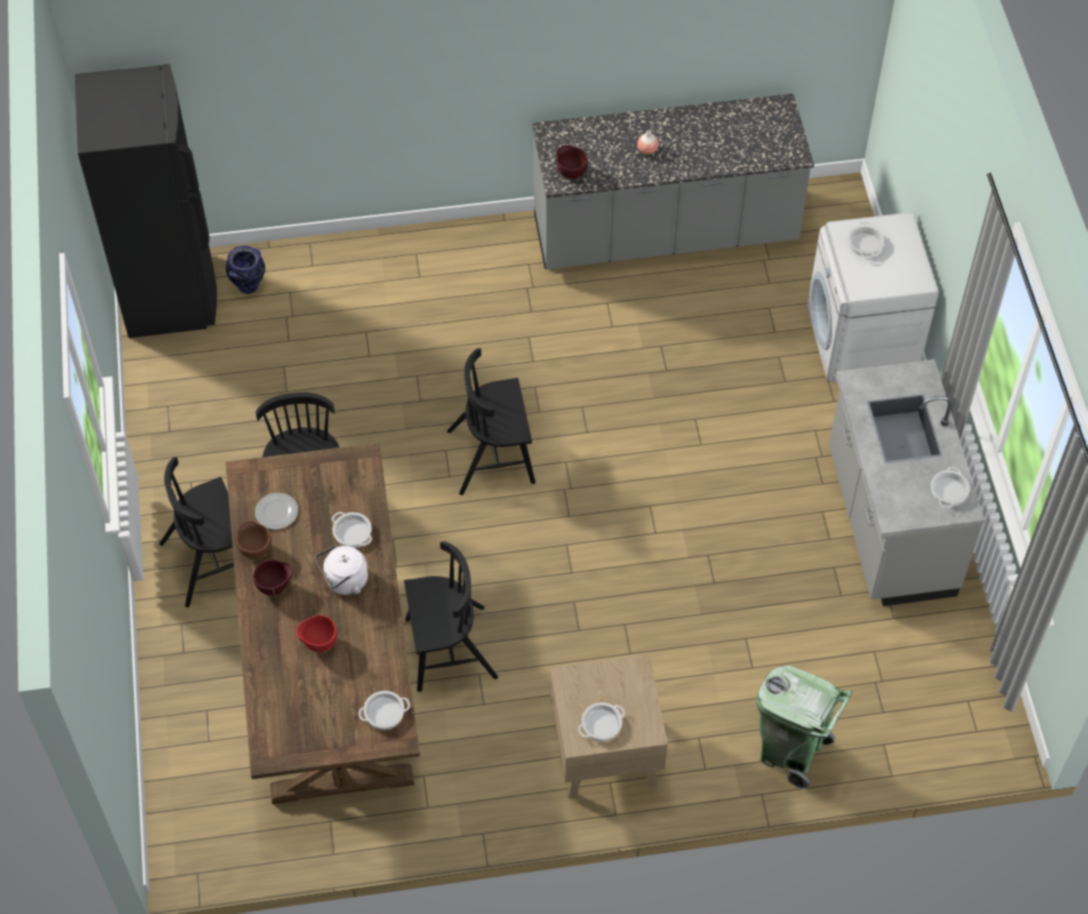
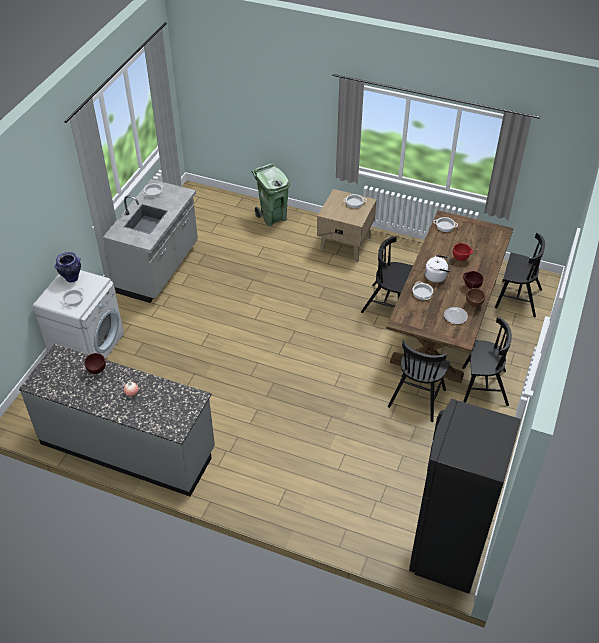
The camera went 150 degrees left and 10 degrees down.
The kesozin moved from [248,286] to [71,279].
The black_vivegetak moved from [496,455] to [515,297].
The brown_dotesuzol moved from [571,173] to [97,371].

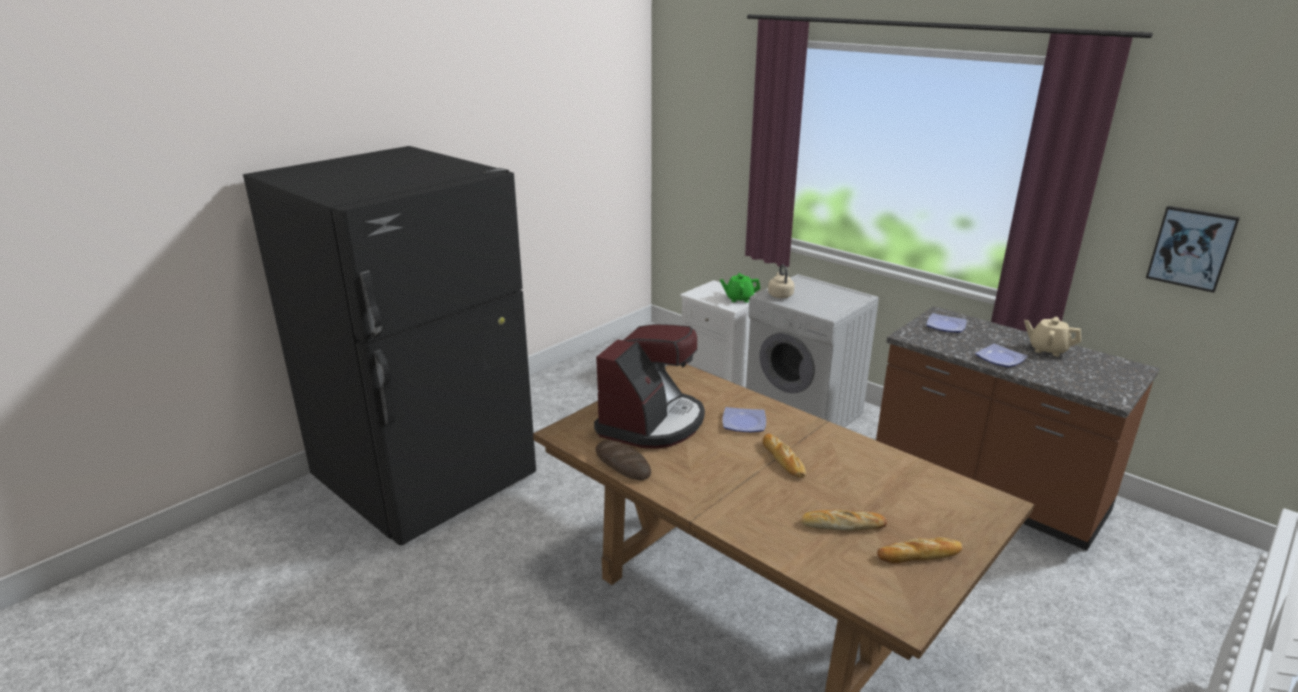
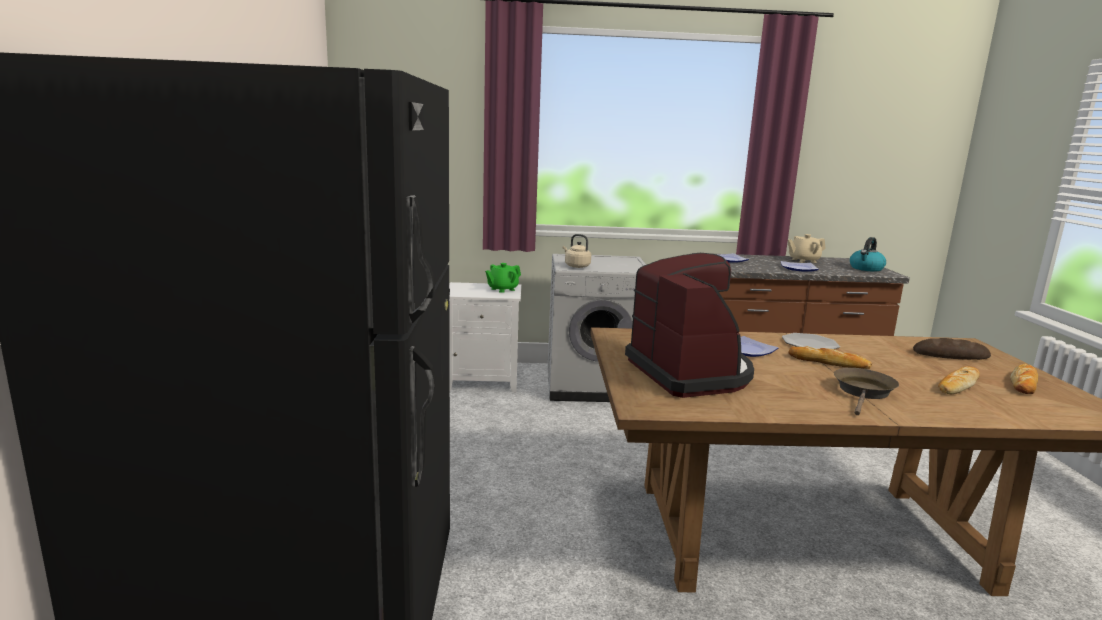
The camera went 45 degrees left and 10 degrees down.
The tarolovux at [1191,248] disappeared.
The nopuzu at [810,344] appeared.
The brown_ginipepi at [863,392] appeared.
The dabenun at [866,268] appeared.
The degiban moved from [622,464] to [950,355].

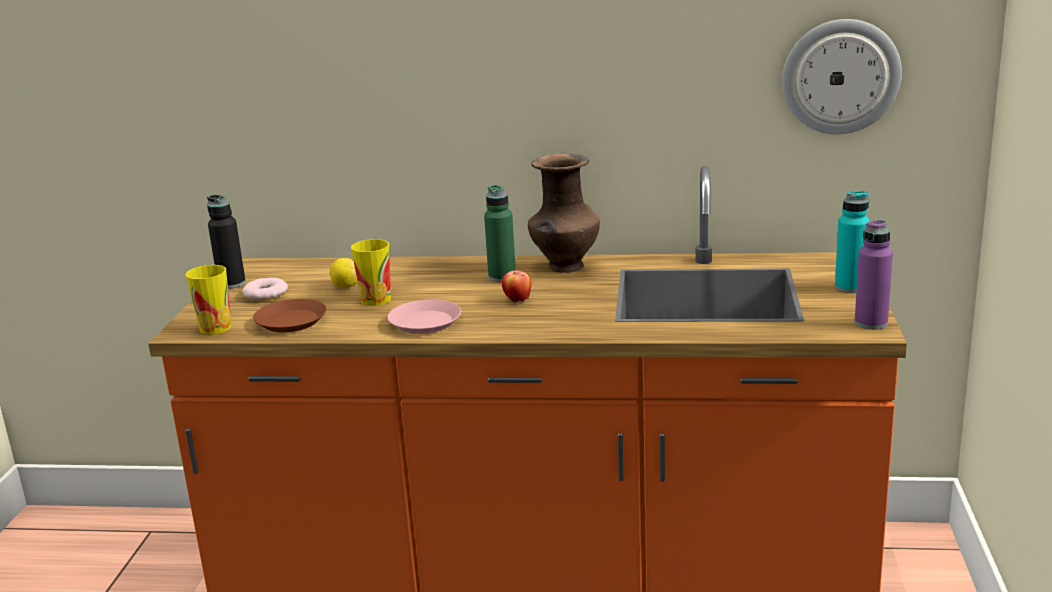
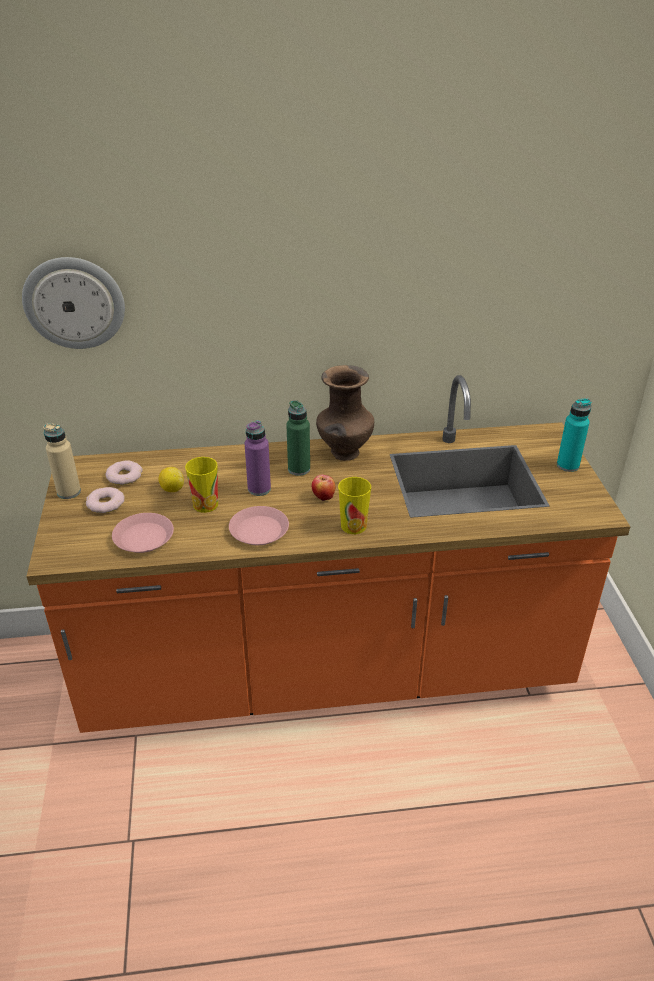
The camera went 15 degrees left and 15 degrees up.
The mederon at [124,476] appeared.
The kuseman moved from [215,328] to [353,526].
The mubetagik moved from [840,76] to [74,303].
The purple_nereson moved from [871,323] to [259,489].
The black_nereson at [232,284] became the beige_nereson at [69,492].
The brown_nopuzu at [290,321] became the pink_nopuzu at [143,537].

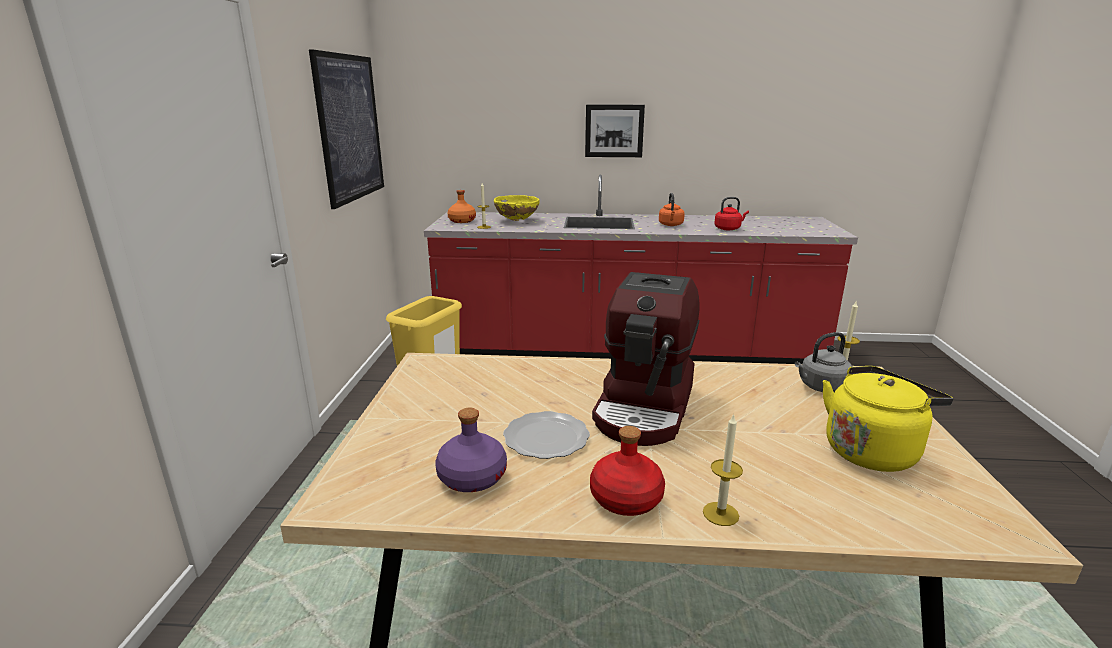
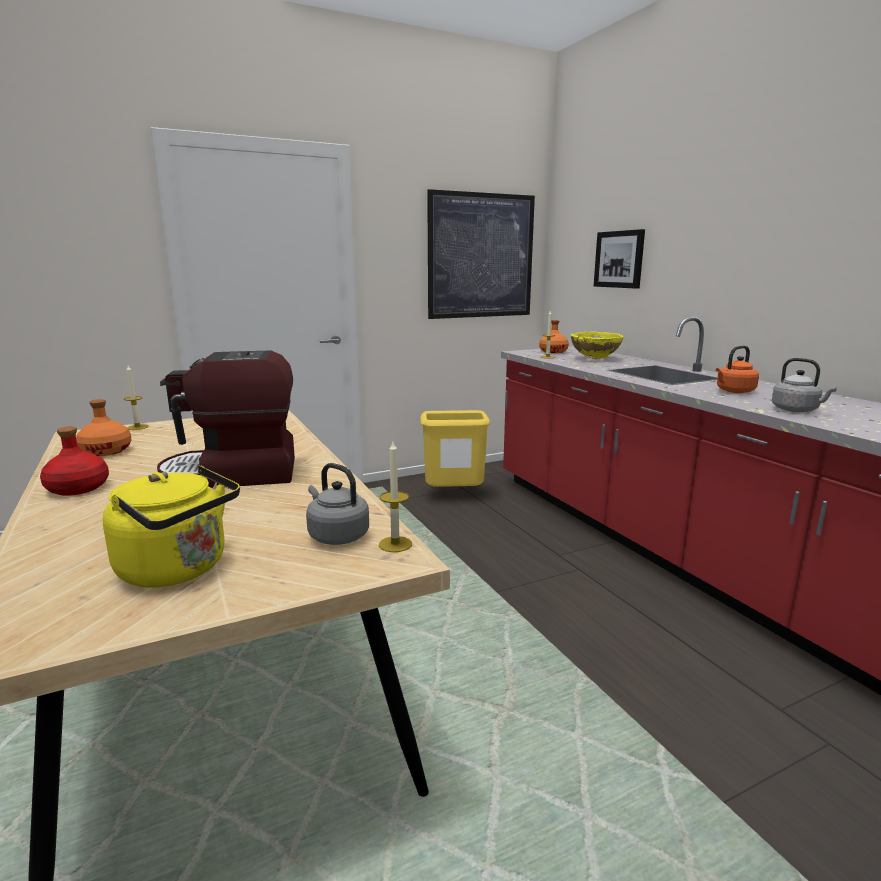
The camera went 60 degrees right and 5 degrees down.
The nopuzu at [547,438] disappeared.
The tarolovux moved from [614,131] to [619,259].
The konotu moved from [720,514] to [137,427].
The purple_nereson at [471,477] became the orange_nereson at [106,451].
The red_dabenun at [728,229] became the grey_dabenun at [797,410].

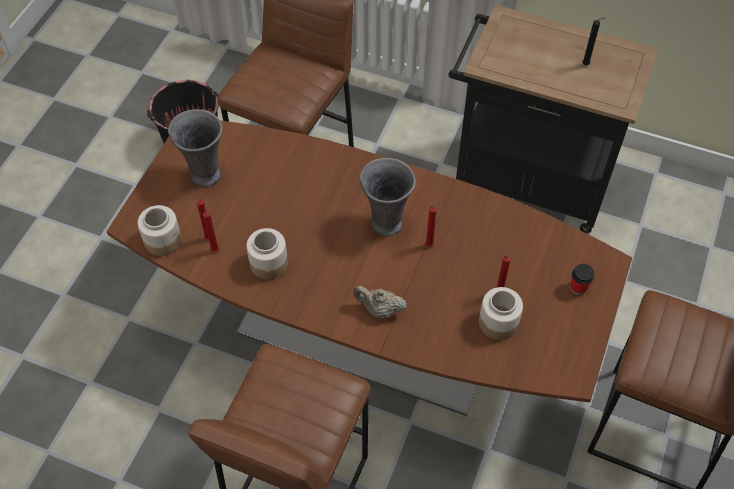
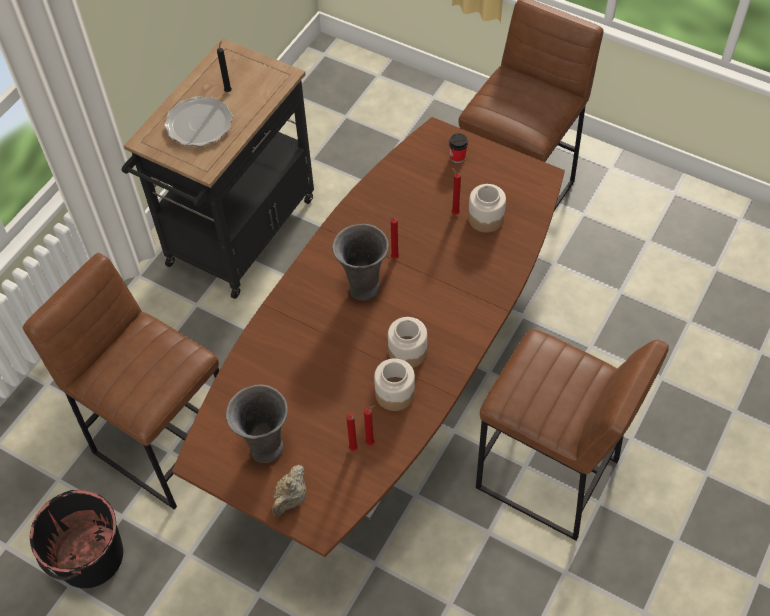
The camera went 80 degrees left and 0 degrees up.
The nopuzu at [199,124] appeared.
The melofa moved from [163,240] to [407,351].
The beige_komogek moved from [379,310] to [290,499].

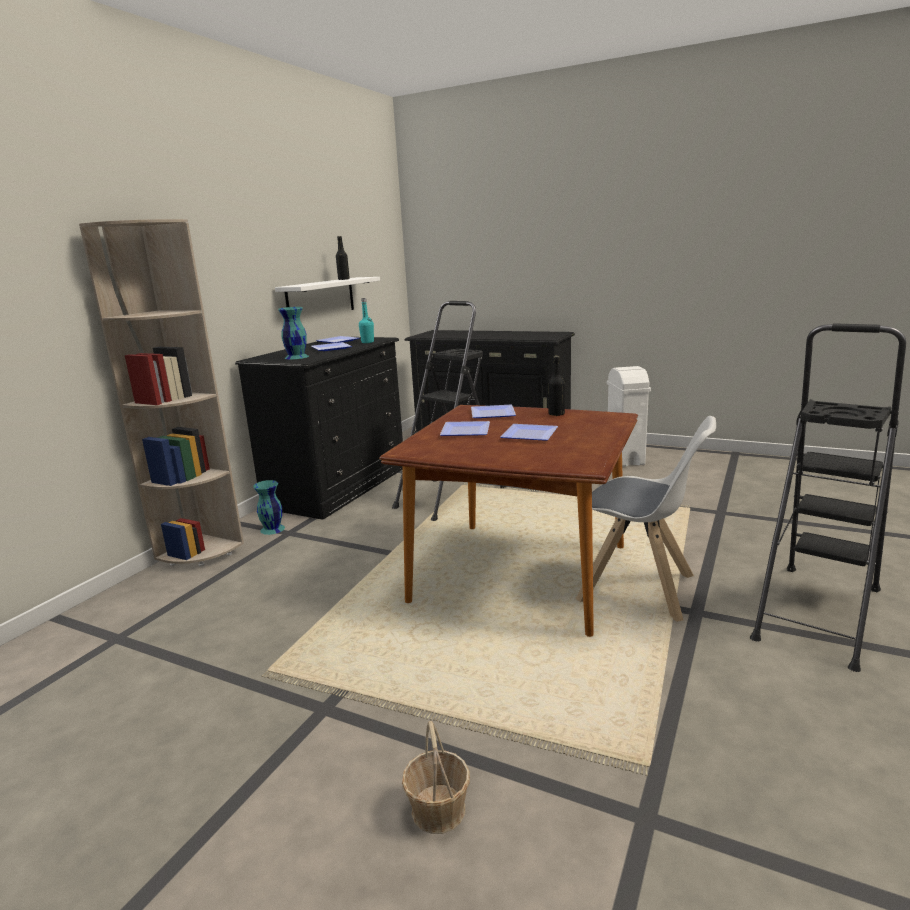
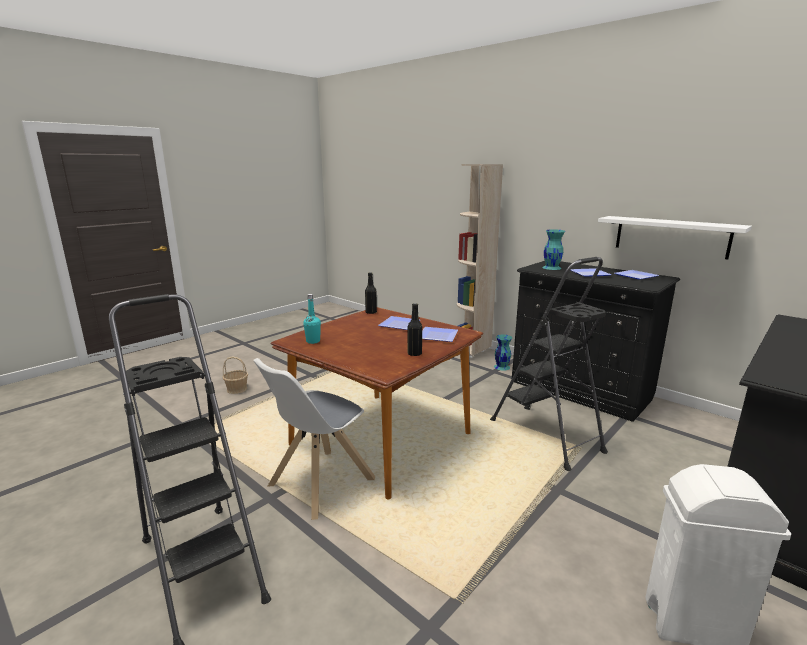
The camera went 105 degrees right and 0 degrees up.
The nopuzu at [531,434] disappeared.
The black_nereson moved from [344,279] to [371,312].
The turquoise_nereson moved from [367,342] to [313,341].

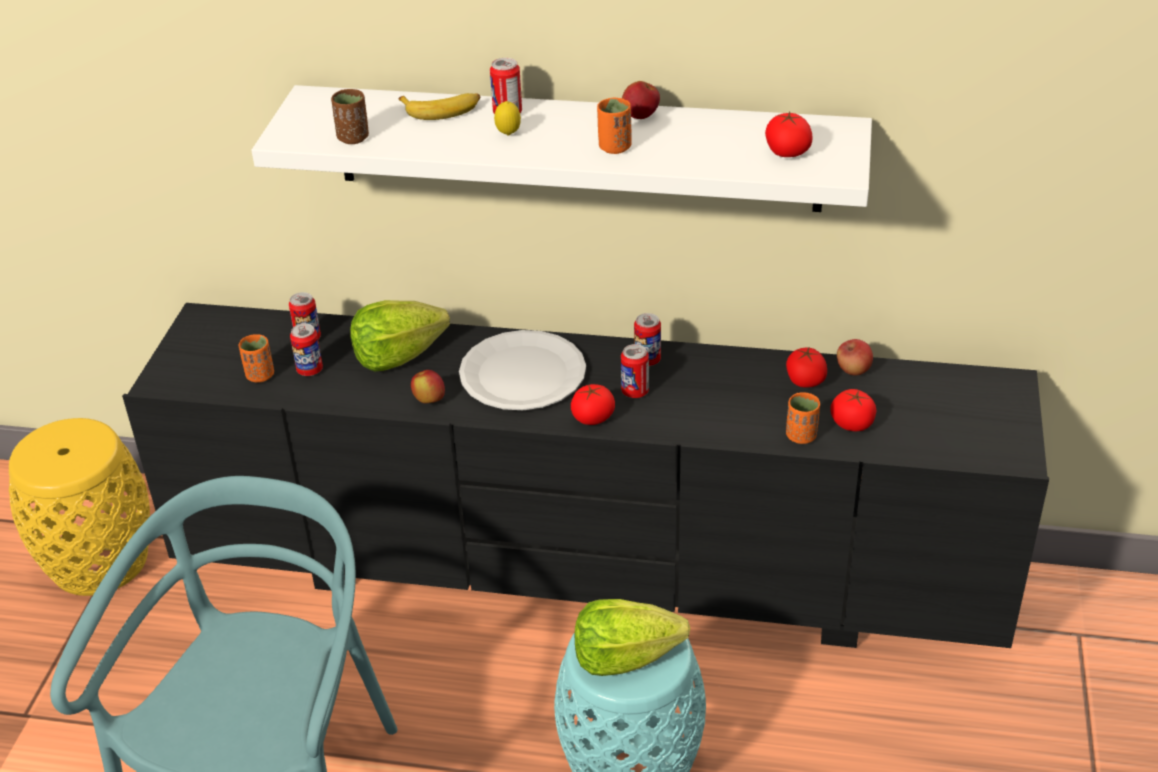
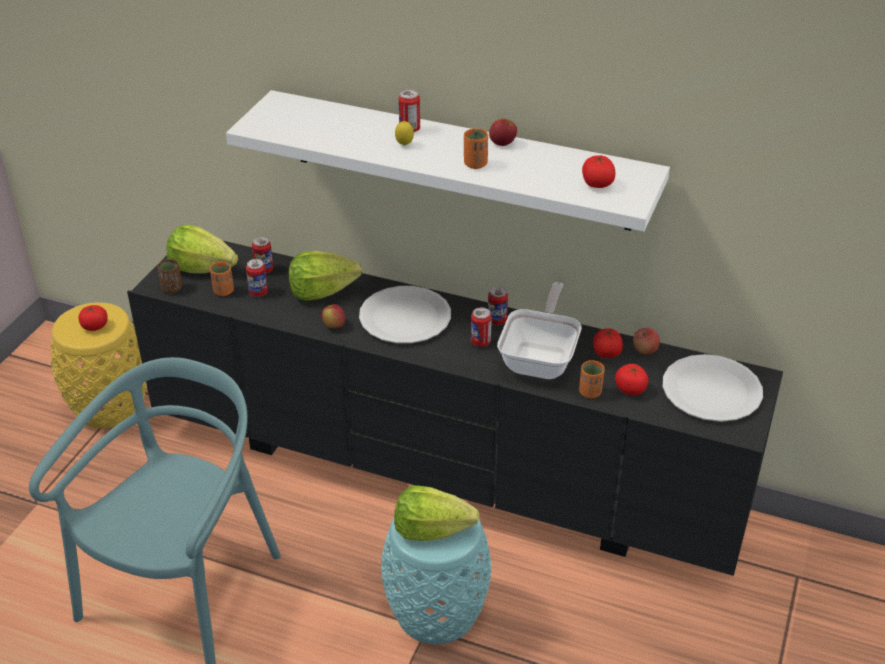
The camera went 10 degrees right and 0 degrees up.
The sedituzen at [442,110] disappeared.
The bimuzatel at [202,268] appeared.
The ginipepi at [541,358] appeared.
The white_nopuzu at [711,390] appeared.
The brown_kuseman moved from [353,138] to [172,288].
The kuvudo moved from [593,418] to [95,326].

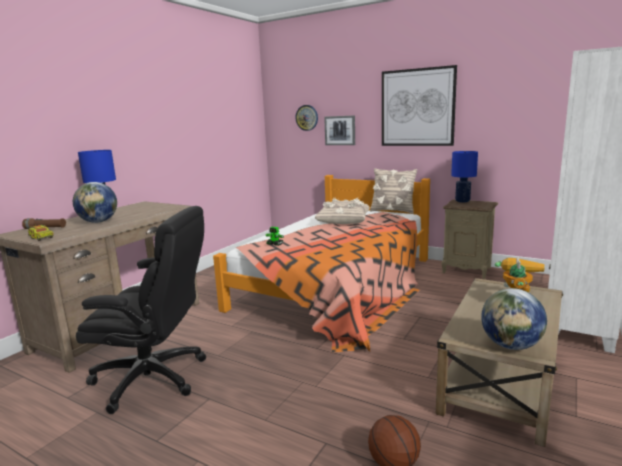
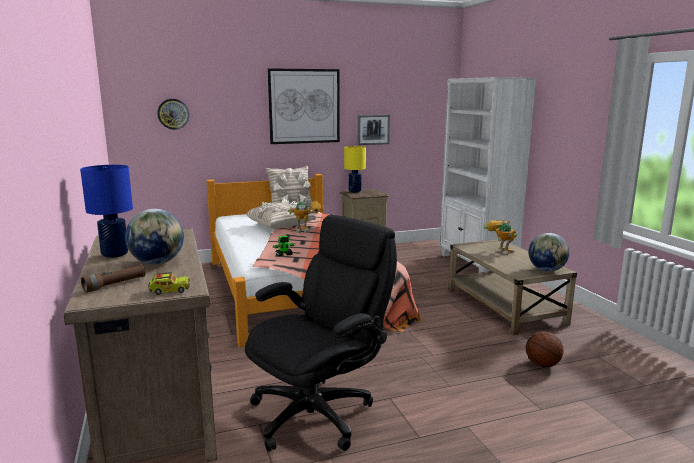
The camera went 50 degrees left and 0 degrees up.
The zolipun at [307,230] appeared.
The tarolovux moved from [340,130] to [373,129].
The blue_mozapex at [462,202] became the yellow_mozapex at [355,192].

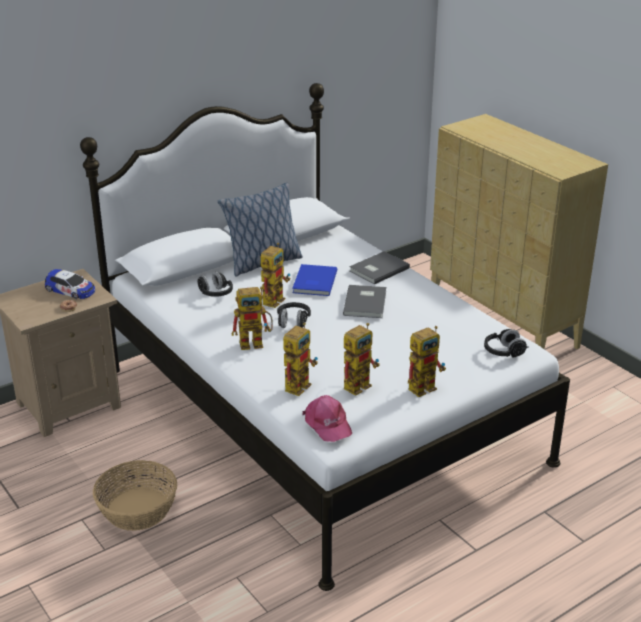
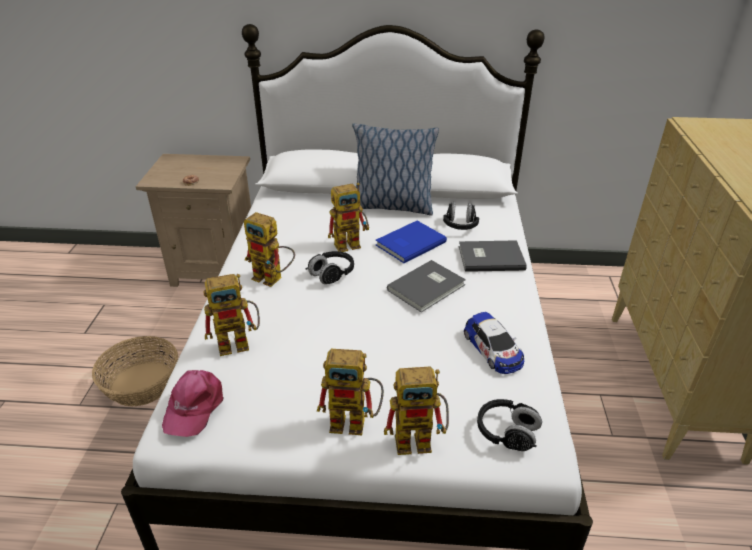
The camera went 40 degrees right and 5 degrees up.
The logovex moved from [70,290] to [493,349].
The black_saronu moved from [215,294] to [460,225].
The zolipun moved from [359,383] to [421,440].

